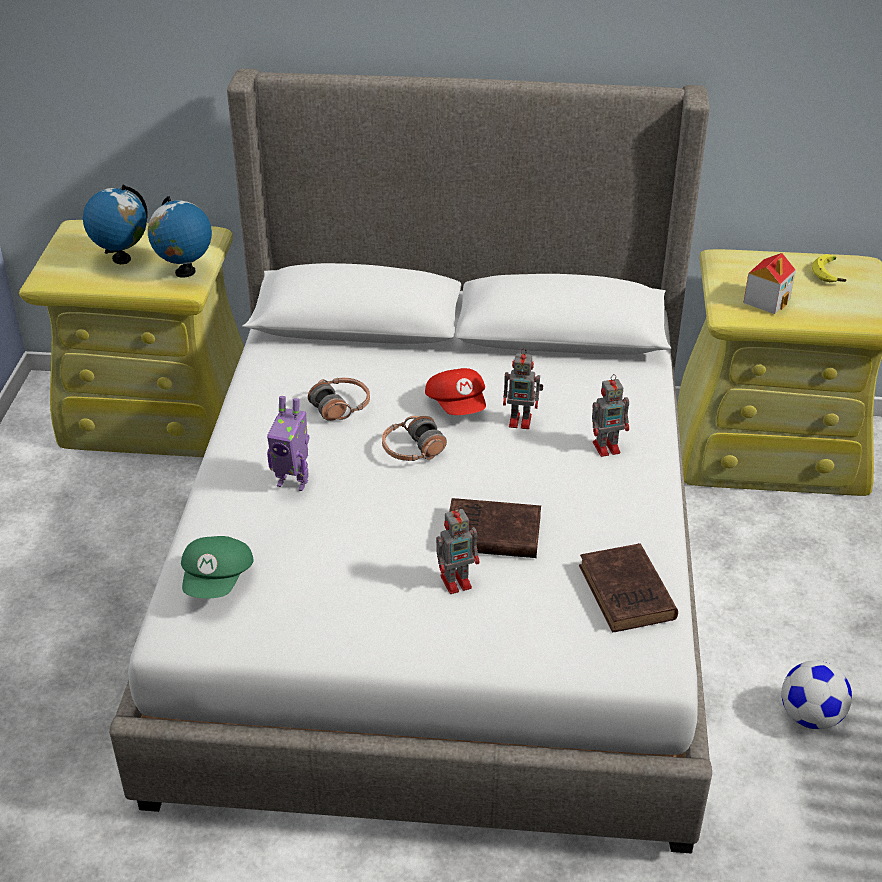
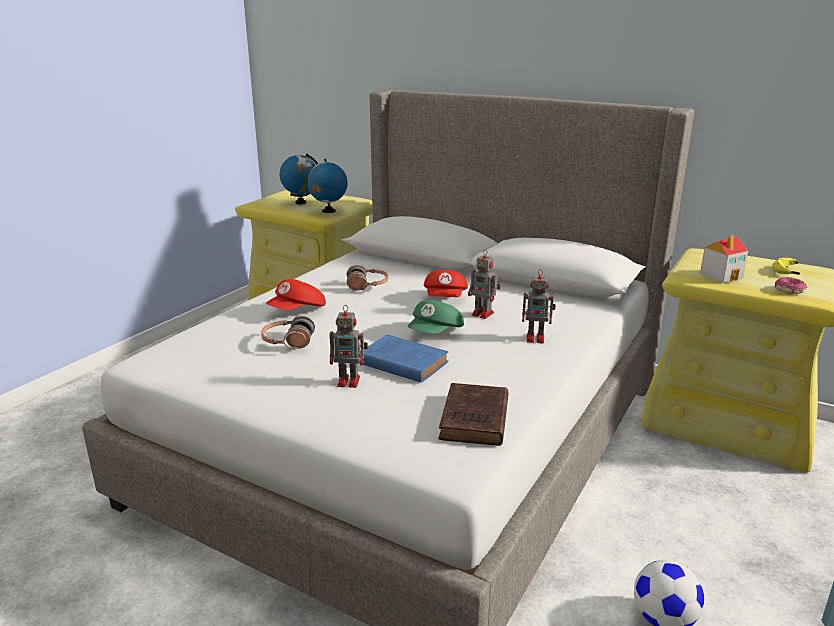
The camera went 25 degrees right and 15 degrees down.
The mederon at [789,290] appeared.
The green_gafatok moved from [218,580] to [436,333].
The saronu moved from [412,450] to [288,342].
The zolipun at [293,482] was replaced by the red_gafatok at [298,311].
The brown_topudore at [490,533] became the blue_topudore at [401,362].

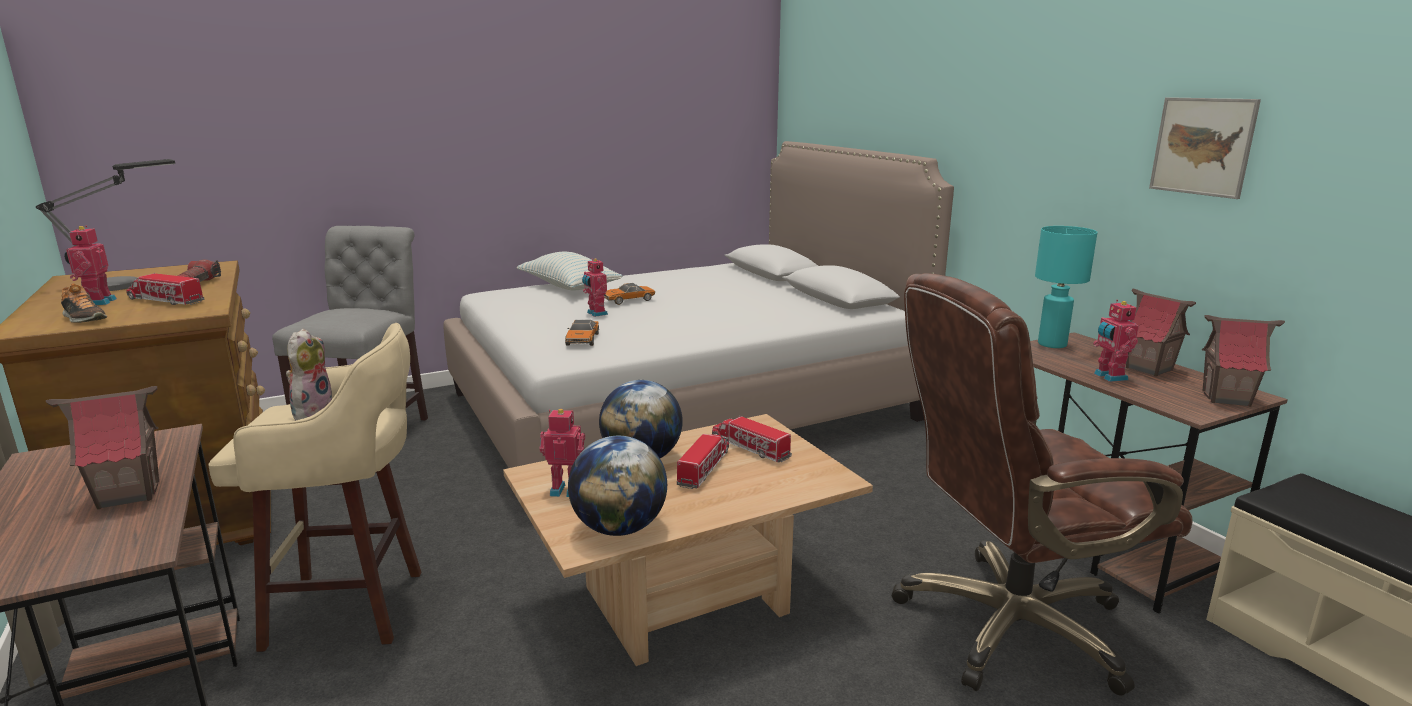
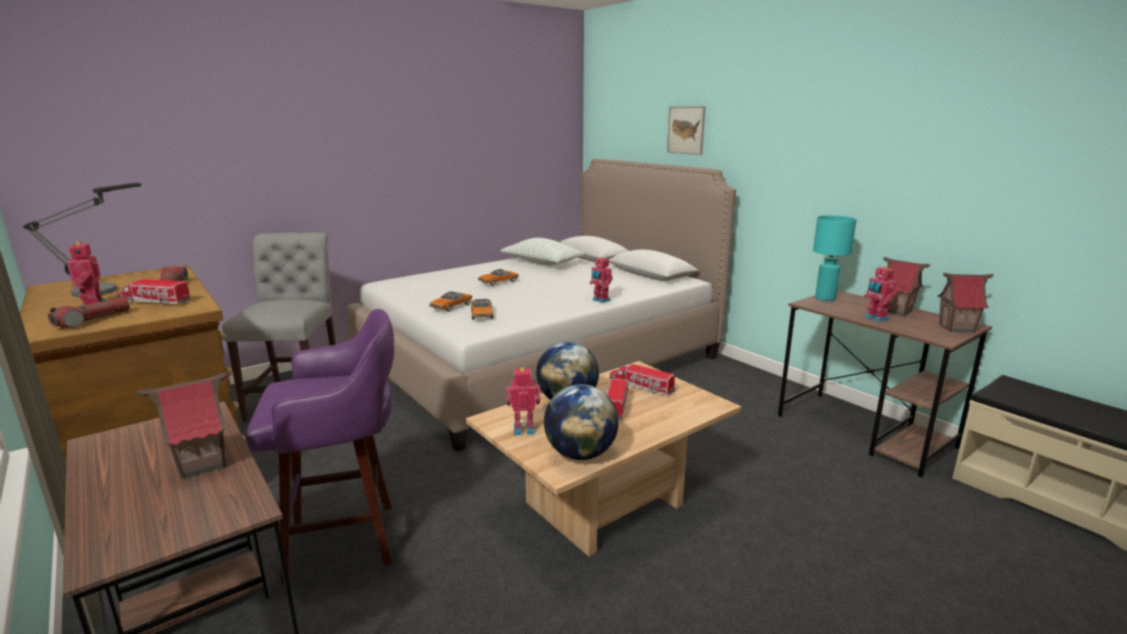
The camera went 10 degrees left and 0 degrees up.
The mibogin at [312,413] disappeared.
The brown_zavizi at [1012,624] disappeared.
The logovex at [451,306] appeared.
The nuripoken moved from [569,287] to [542,263].
The zolipun moved from [596,313] to [600,300].
The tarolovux moved from [1202,146] to [686,130].
The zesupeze at [84,318] was replaced by the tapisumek at [93,320].
The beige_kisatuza at [353,610] became the purple_kisatuza at [347,541].

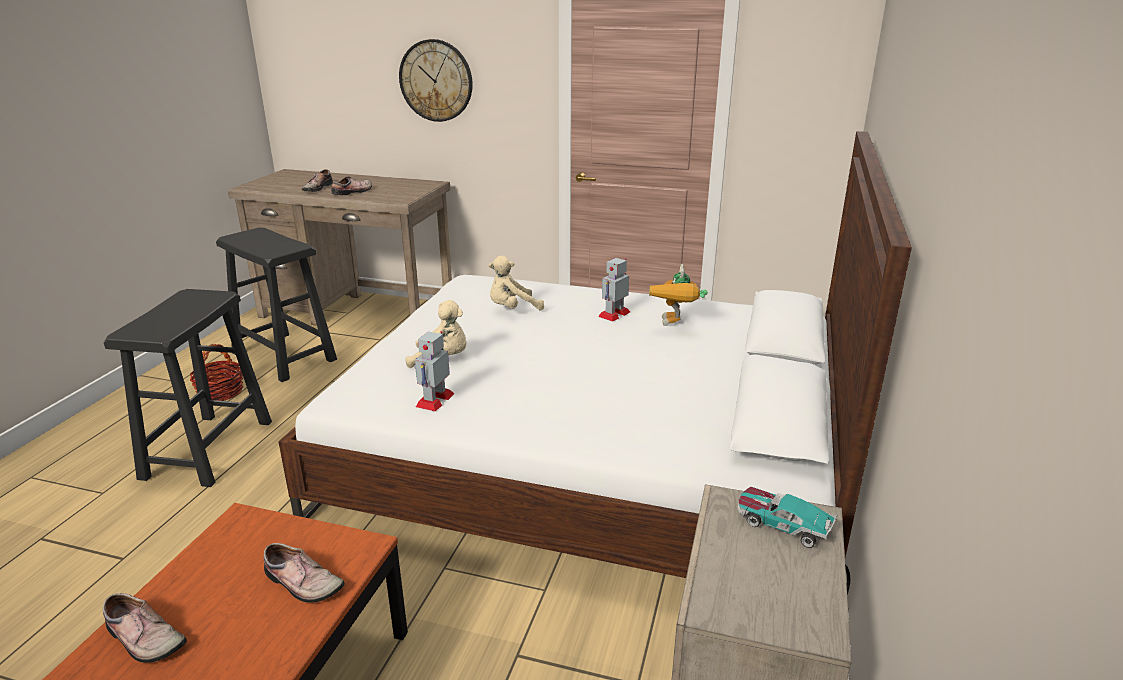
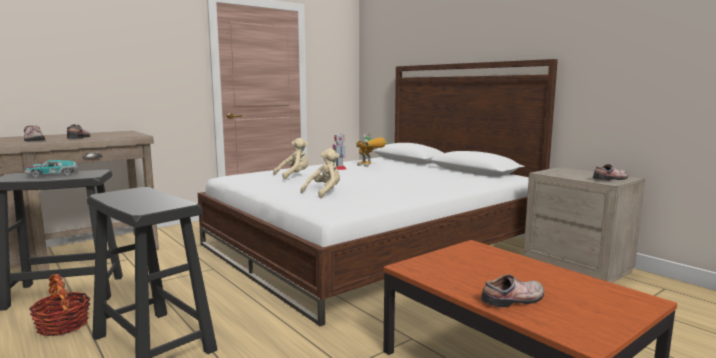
The camera went 55 degrees left and 15 degrees down.
The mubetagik at [436,80] disappeared.
The zolipun at [435,400] disappeared.
The zesupeze moved from [301,584] to [611,179].
The logovex moved from [782,524] to [52,174].
The beige_mibogin at [512,309] turned 135 degrees counterclockwise.

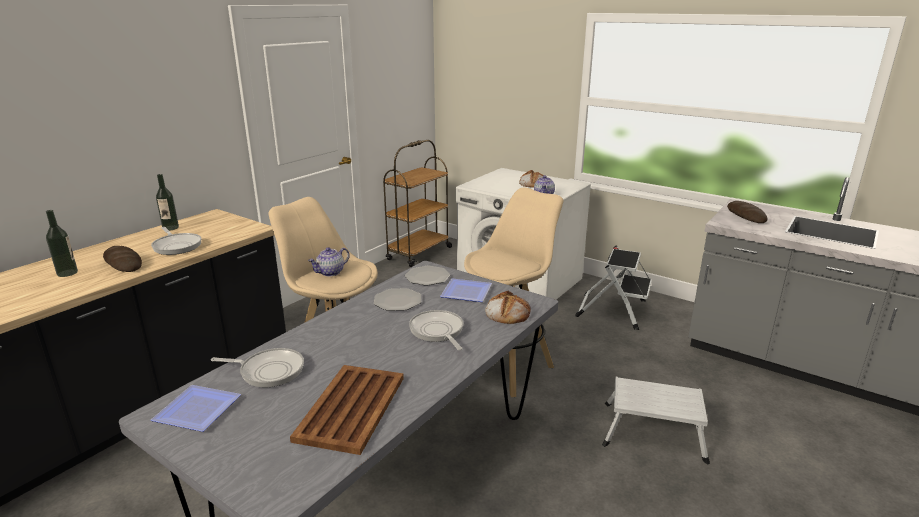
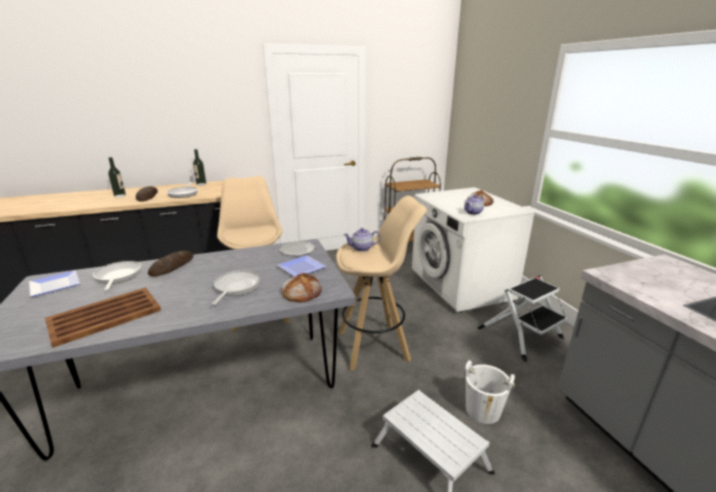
The camera went 35 degrees right and 0 degrees up.
The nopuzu at [397,301] disappeared.
The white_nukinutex at [483,410] appeared.
The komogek moved from [330,272] to [361,248].
The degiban moved from [746,215] to [172,266].
The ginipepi at [268,371] turned 150 degrees counterclockwise.

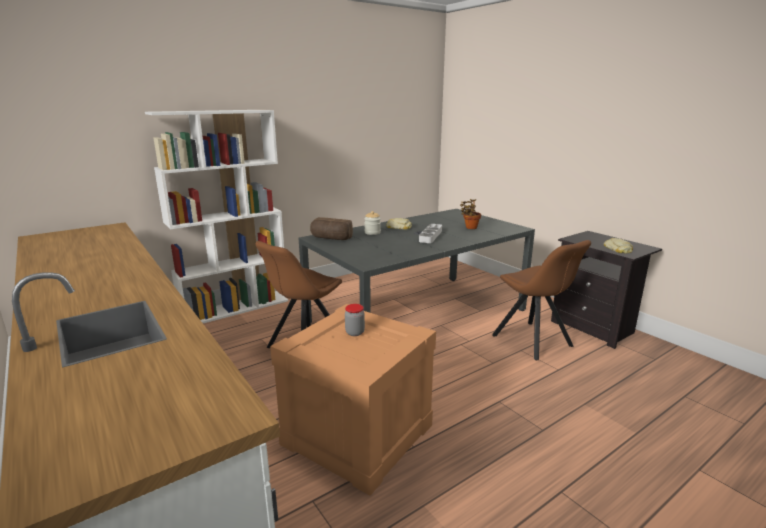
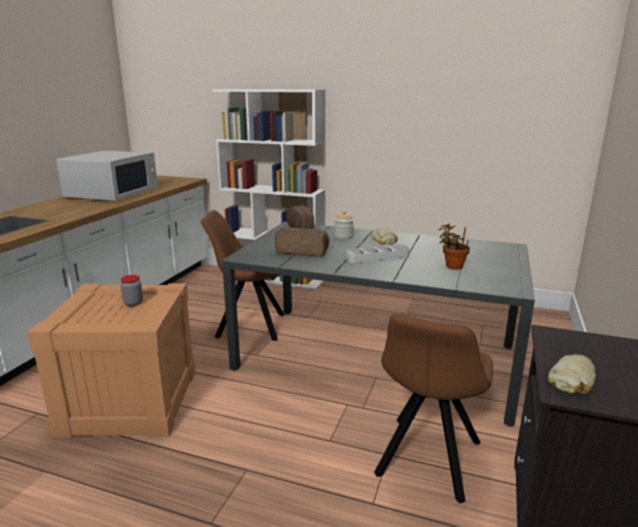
The camera went 55 degrees right and 0 degrees up.
The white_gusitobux at [113,193] appeared.
The degiban at [302,252] appeared.

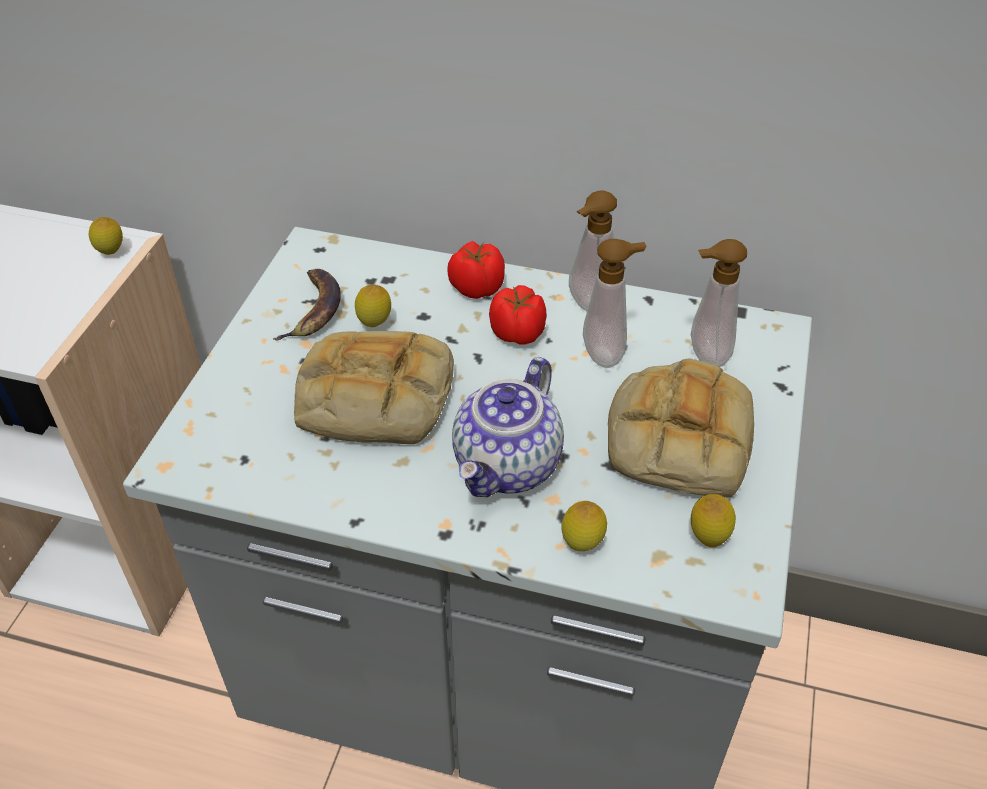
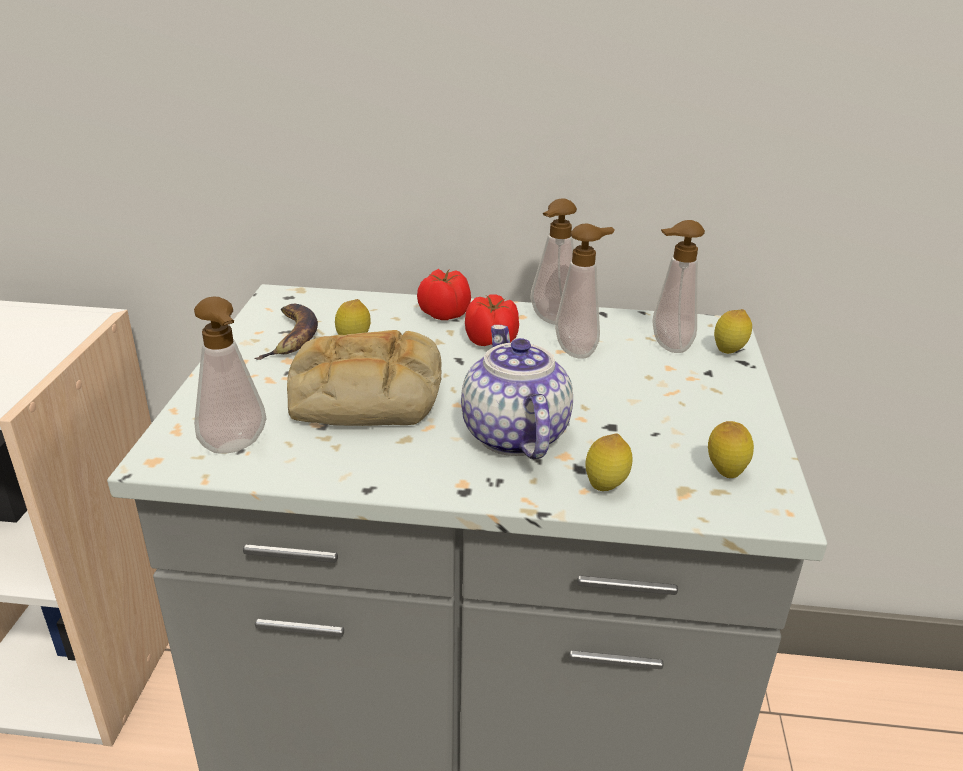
The camera went 10 degrees left and 15 degrees down.
The degiban at [677,436] disappeared.
The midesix at [236,448] appeared.
The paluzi moved from [111,253] to [728,353].
The komogek at [508,466] turned 150 degrees clockwise.

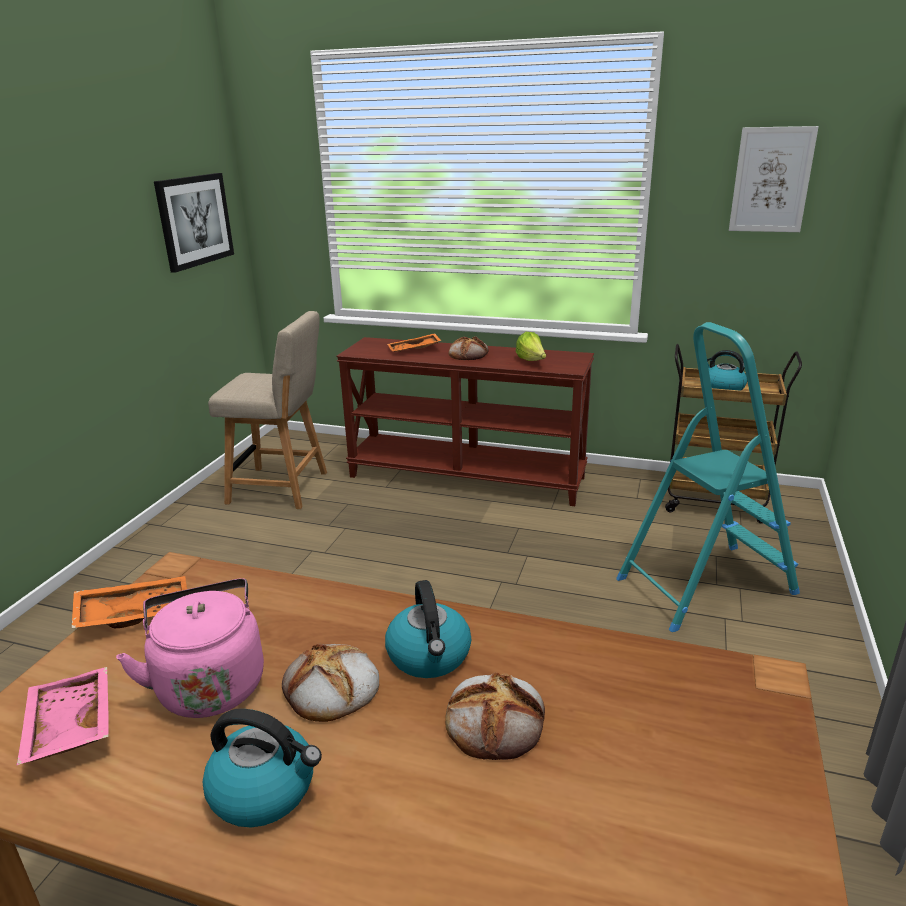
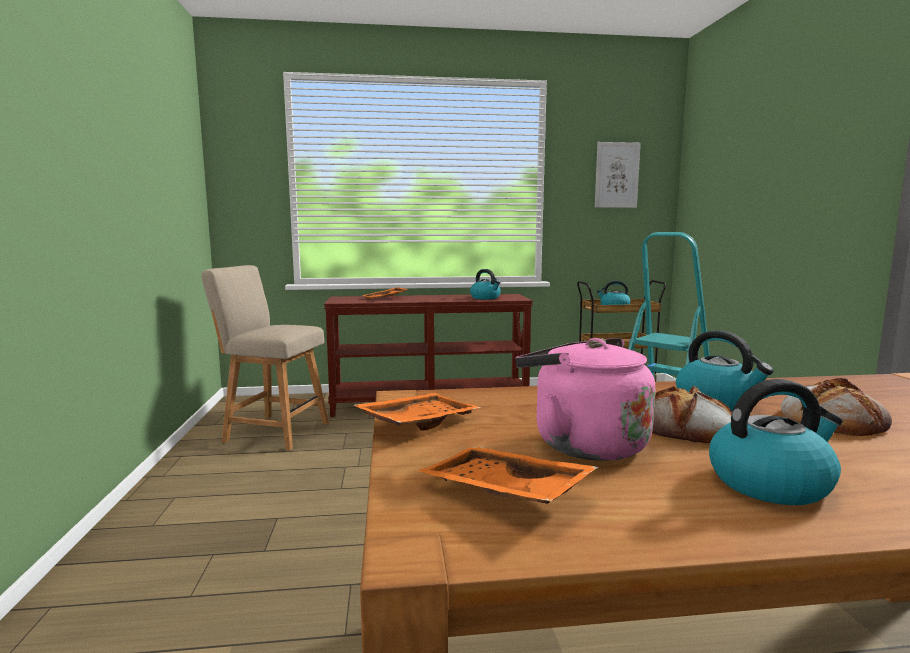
The camera went 25 degrees left and 15 degrees down.
The tarolovux at [194,220] disappeared.
The degiban at [468,354] disappeared.
The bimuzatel at [532,361] was replaced by the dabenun at [485,298].
The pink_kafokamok at [68,727] became the orange_kafokamok at [502,493].
The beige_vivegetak at [283,488] turned 150 degrees counterclockwise.

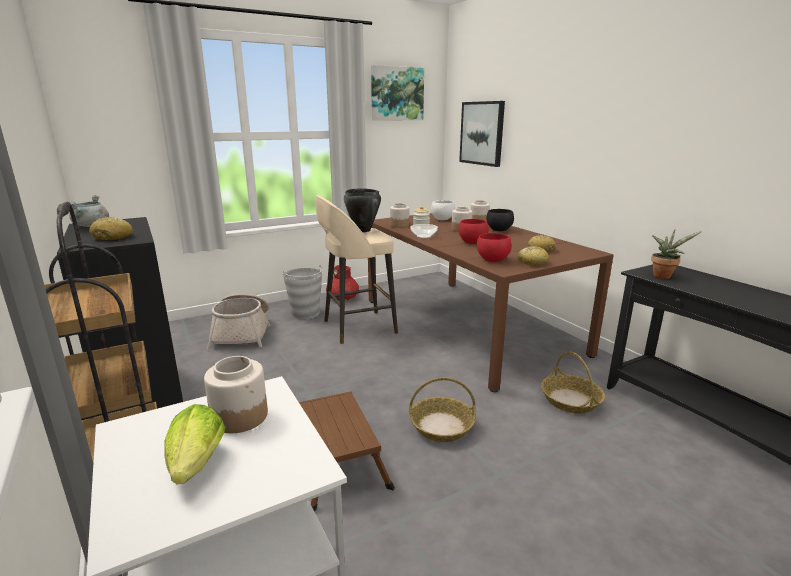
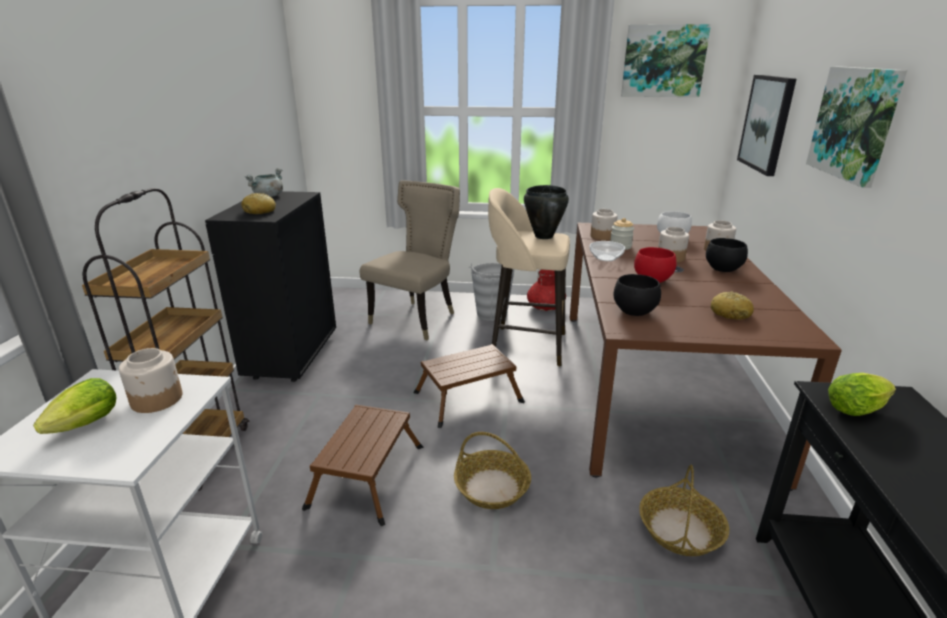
The camera went 35 degrees right and 5 degrees up.
The degiban at [532,262] disappeared.
The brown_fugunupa at [469,397] appeared.
The tarolovux at [855,123] appeared.
The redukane at [242,333] was replaced by the beige_vivegetak at [417,318].
The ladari at [663,275] was replaced by the bimuzatel at [858,409].
The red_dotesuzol at [492,260] became the black_dotesuzol at [633,312].

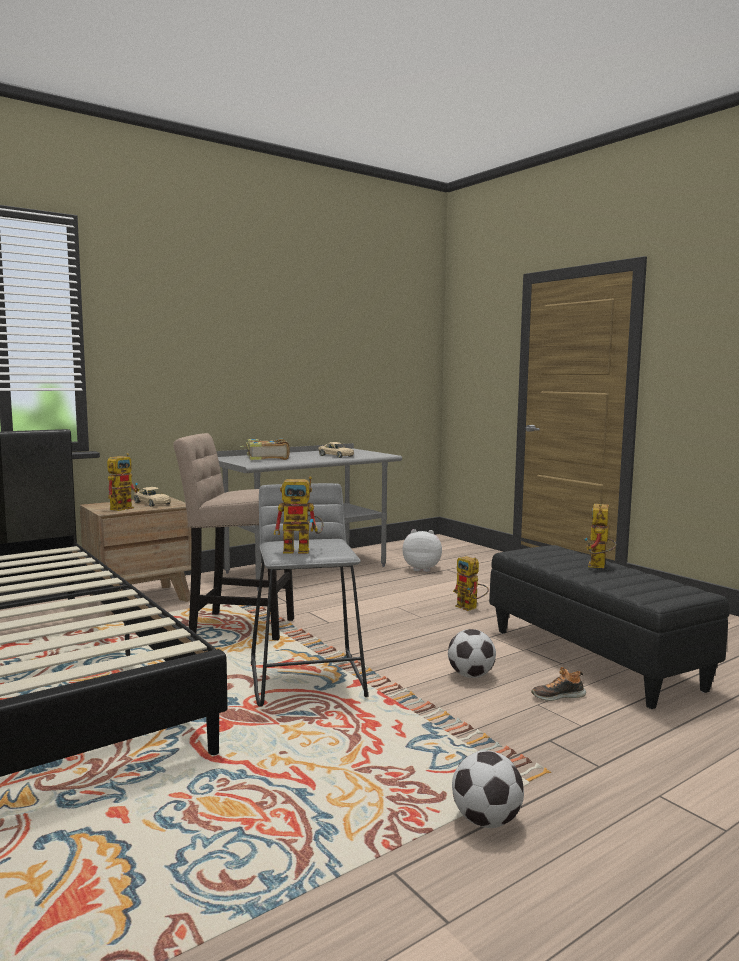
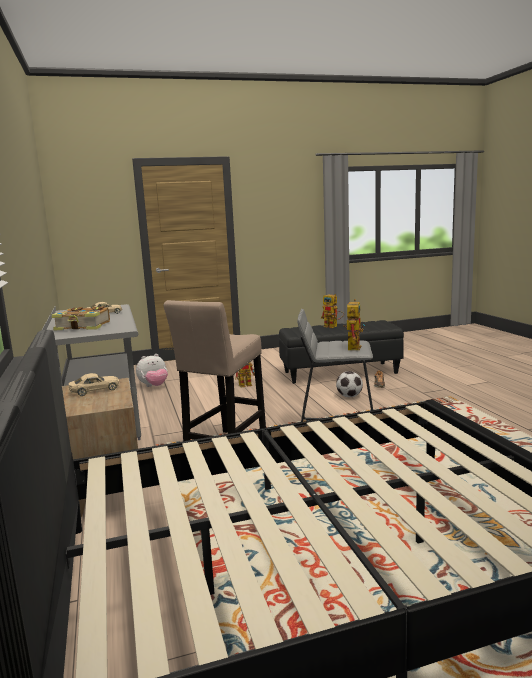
The camera went 70 degrees left and 5 degrees up.
The zolipun at [124,507] disappeared.
The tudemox at [486,821] disappeared.
The mibogin at [422,569] turned 150 degrees counterclockwise.

